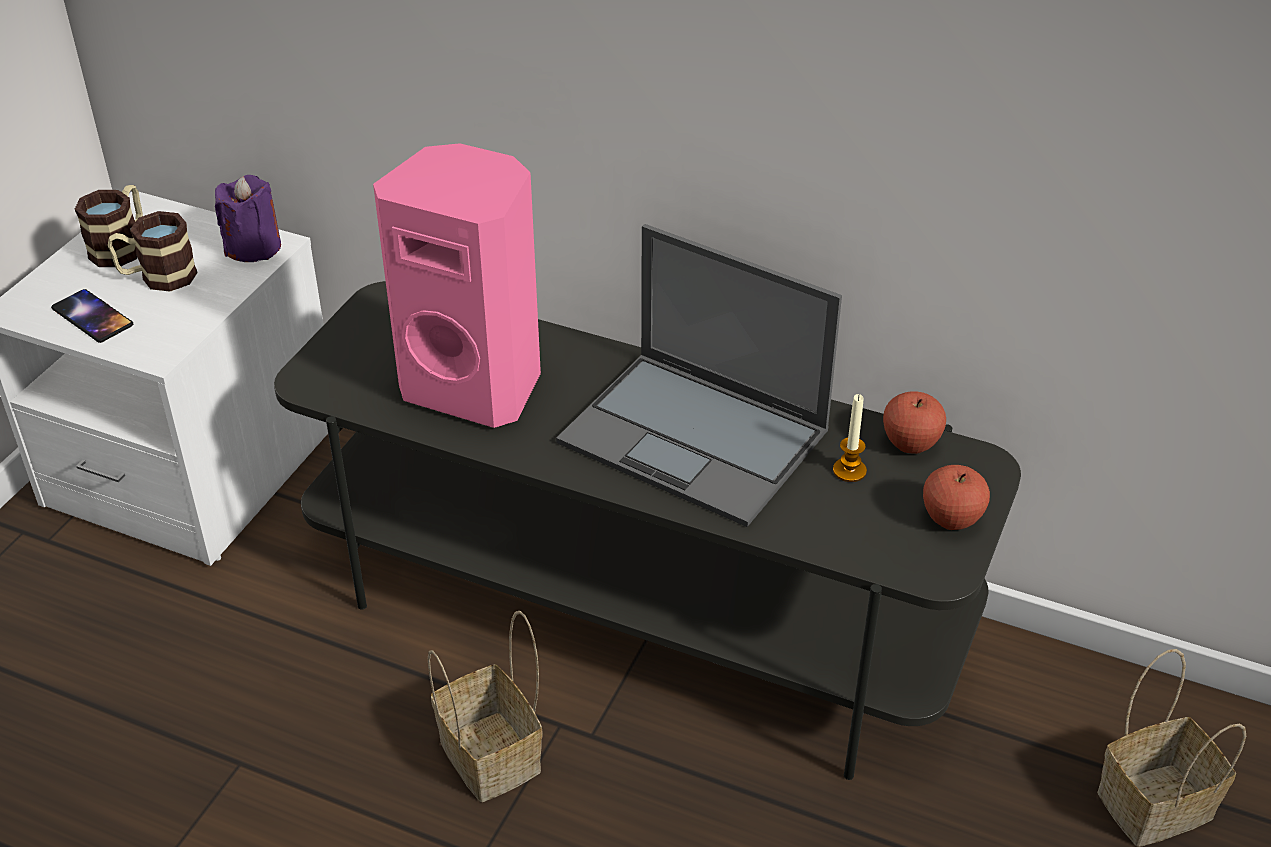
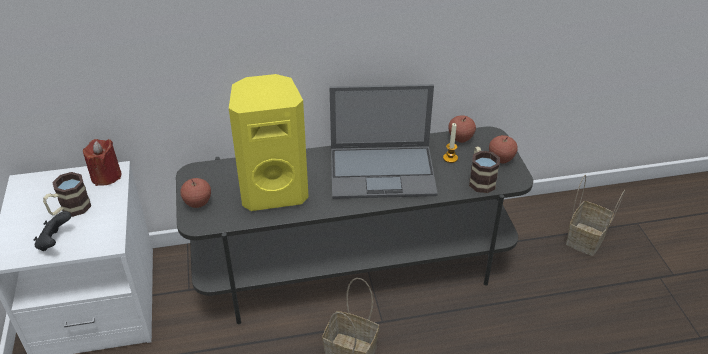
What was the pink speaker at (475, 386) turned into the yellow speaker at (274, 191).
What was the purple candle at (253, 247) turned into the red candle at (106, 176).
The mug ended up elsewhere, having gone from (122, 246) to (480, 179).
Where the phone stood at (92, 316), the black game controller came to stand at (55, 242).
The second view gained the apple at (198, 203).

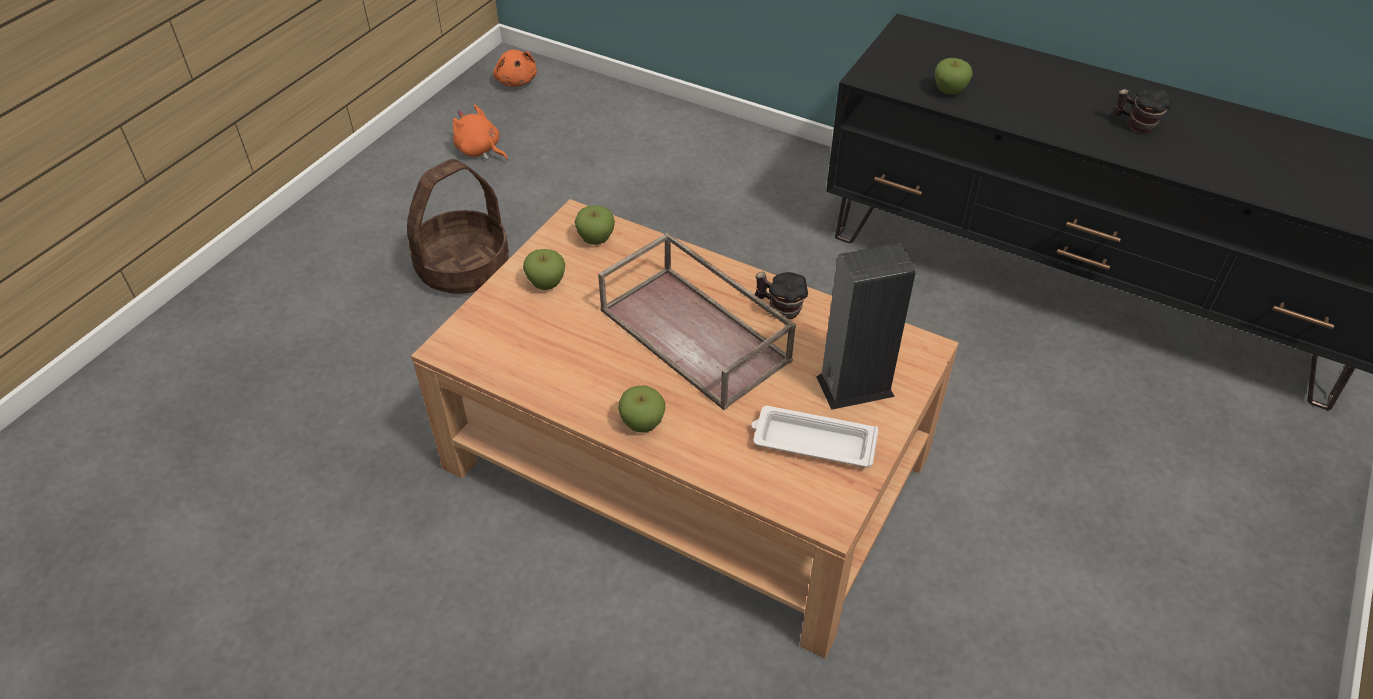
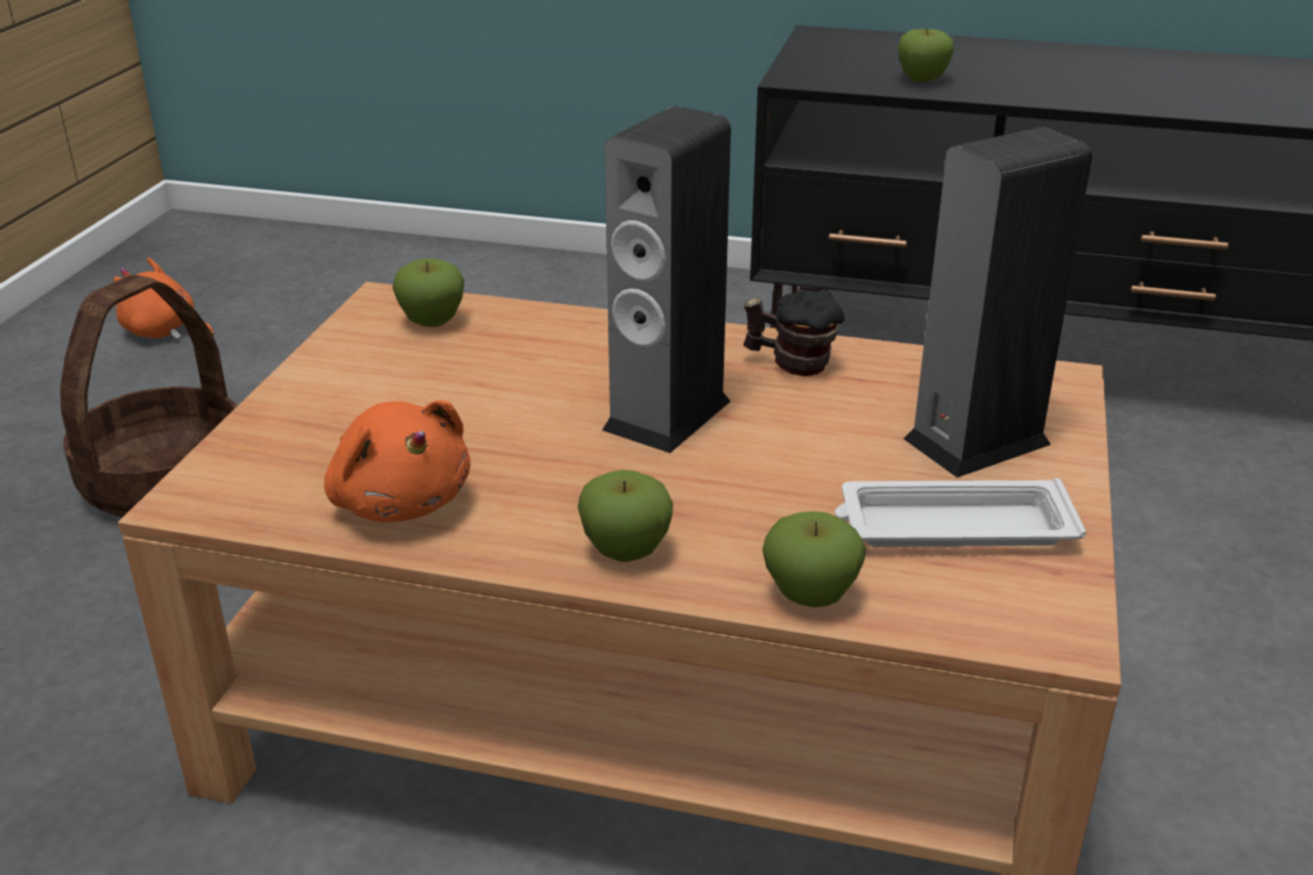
The orange plush toy ended up elsewhere, having gone from (516, 80) to (399, 501).
The second view lost the mug at (1135, 124).
Where the brown tray stood at (697, 335), the speaker came to stand at (667, 415).
The apple ended up elsewhere, having gone from (546, 284) to (810, 596).

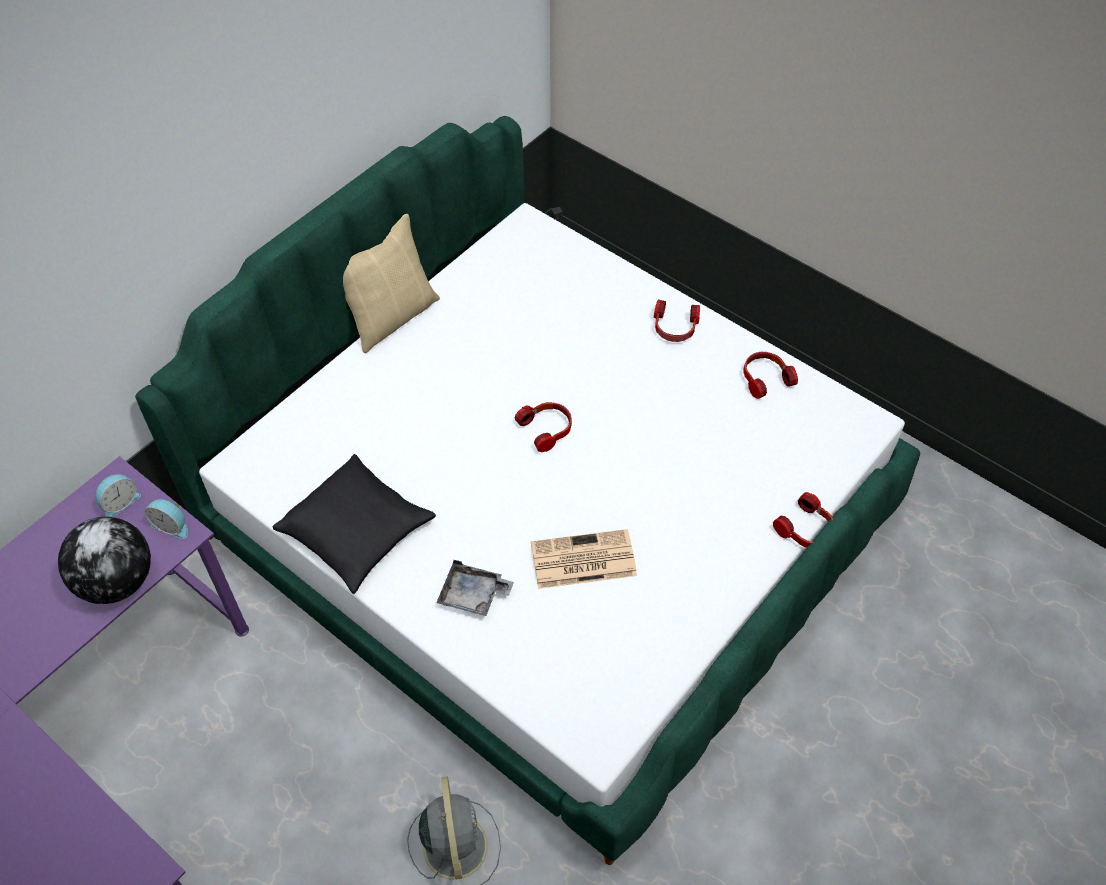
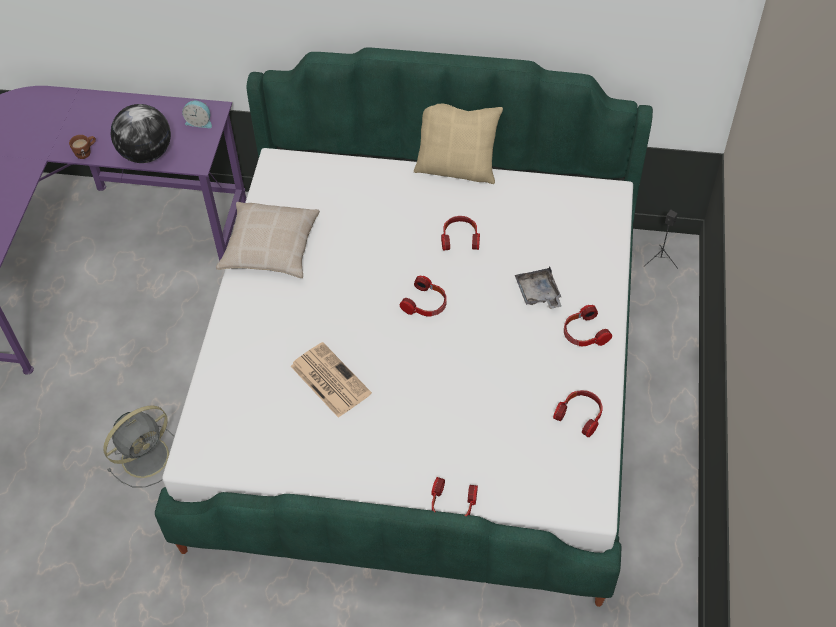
What was the black pillow at (356, 531) turned into the beige pillow at (270, 247).
The second view lost the alarm clock at (172, 525).
The grey tray ended up elsewhere, having gone from (473, 595) to (538, 293).
The second view gained the brown mug at (86, 152).
The second view gained the headphones at (460, 238).

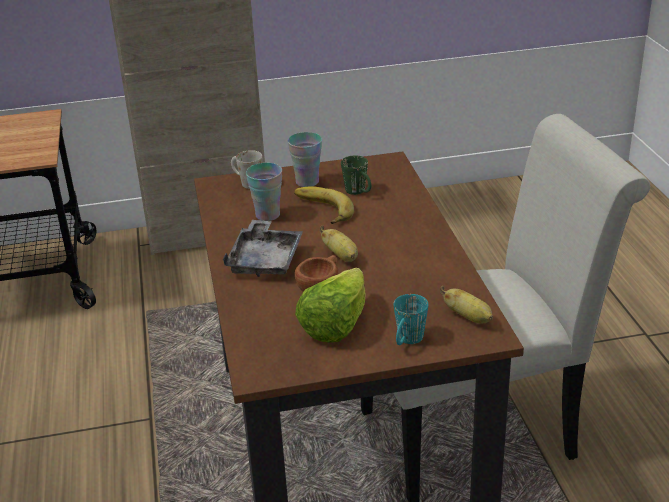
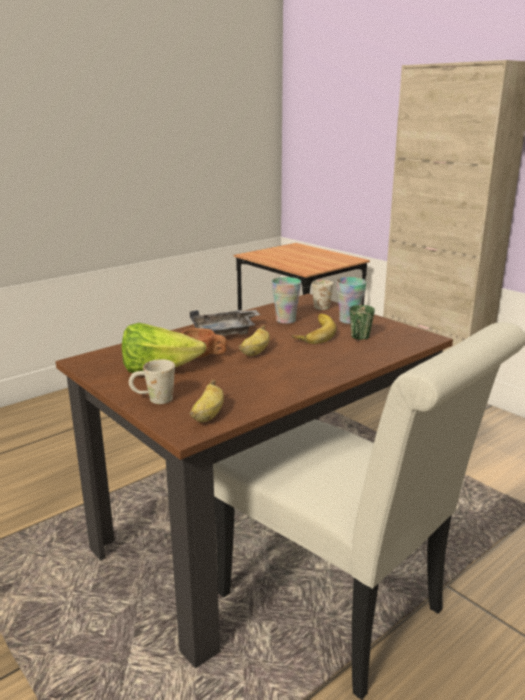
What was the turquoise mug at (407, 341) turned into the white mug at (153, 399).

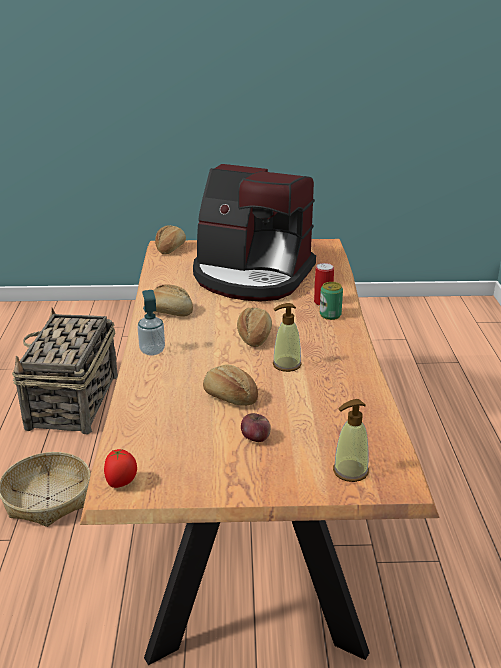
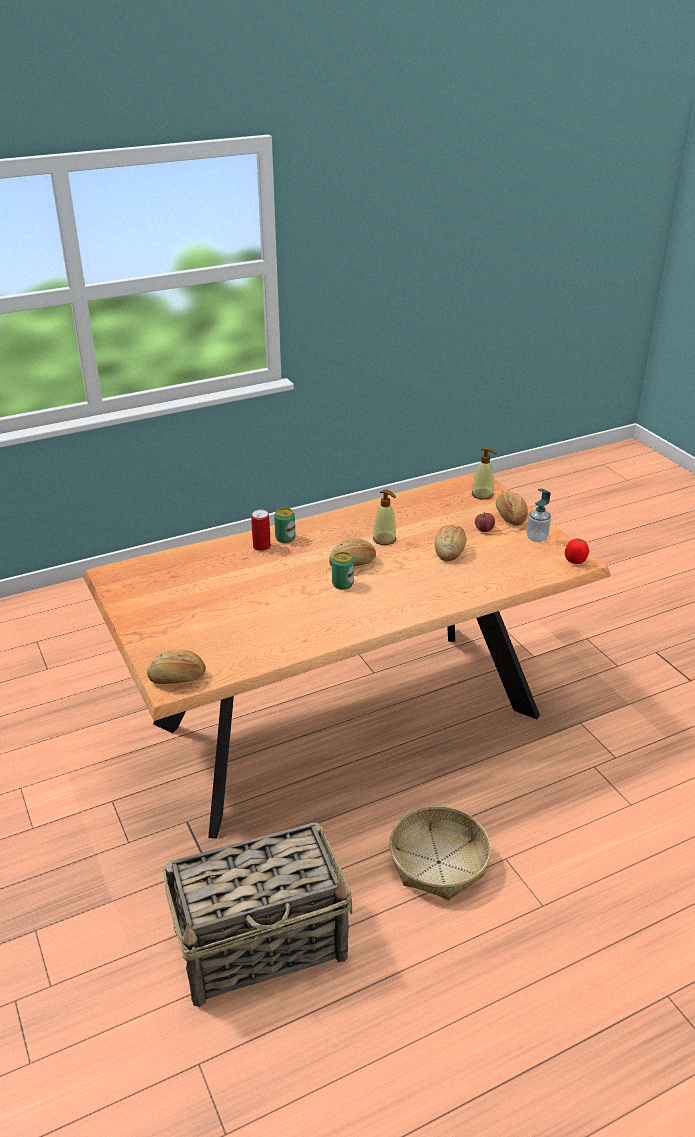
The second view lost the coffee machine at (252, 276).
The bread ended up elsewhere, having gone from (169, 312) to (510, 517).
The soap dispenser ended up elsewhere, having gone from (152, 351) to (537, 538).
The second view gained the can at (342, 584).

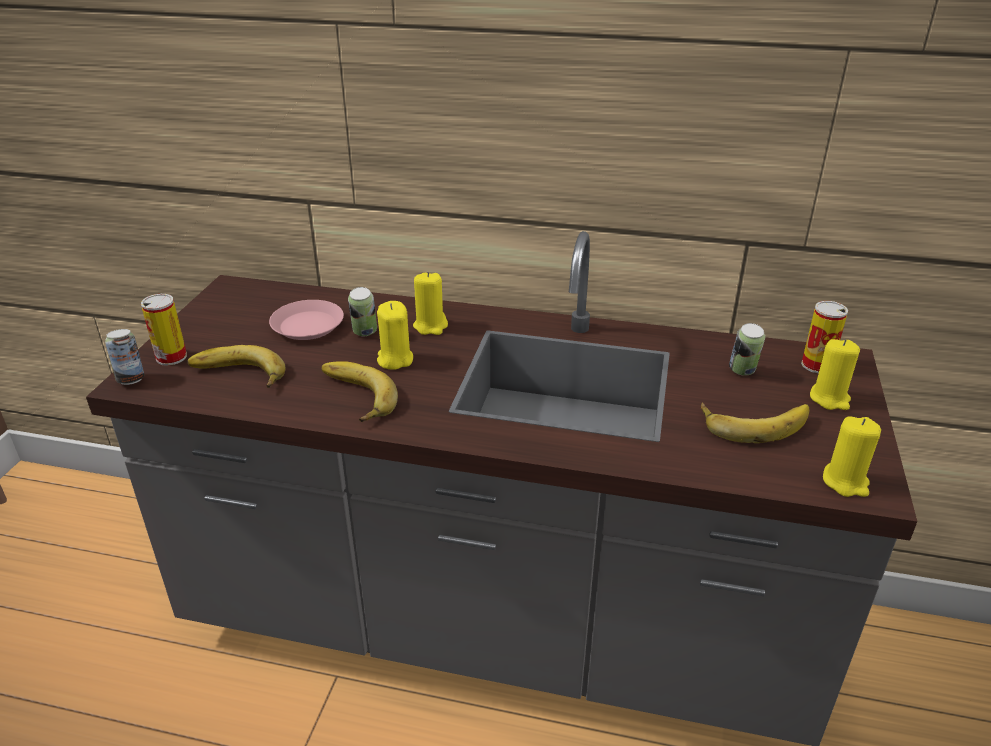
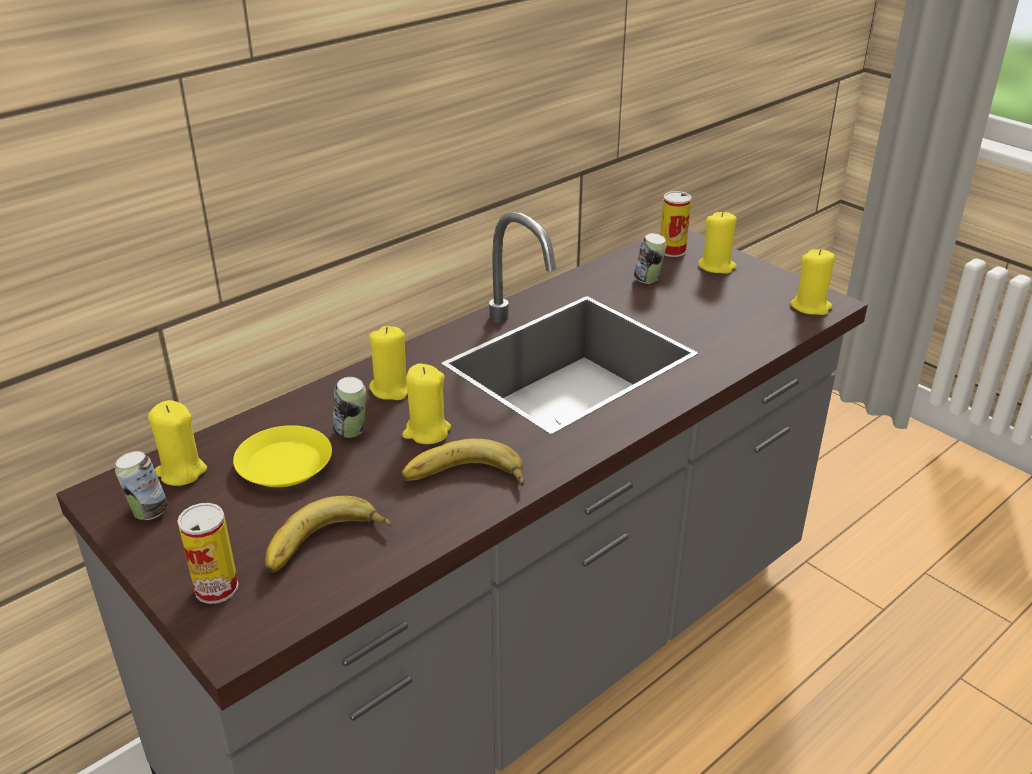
What was the pink plate at (308, 325) turned into the yellow plate at (284, 464).
The can ended up elsewhere, having gone from (131, 379) to (148, 512).
The second view lost the banana at (753, 421).
The second view gained the yellow candle at (181, 471).

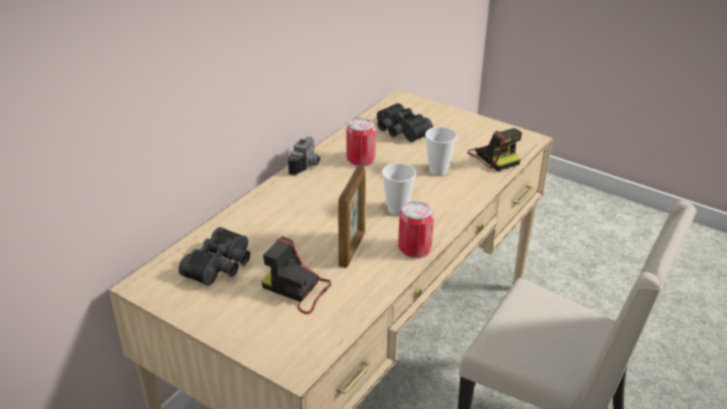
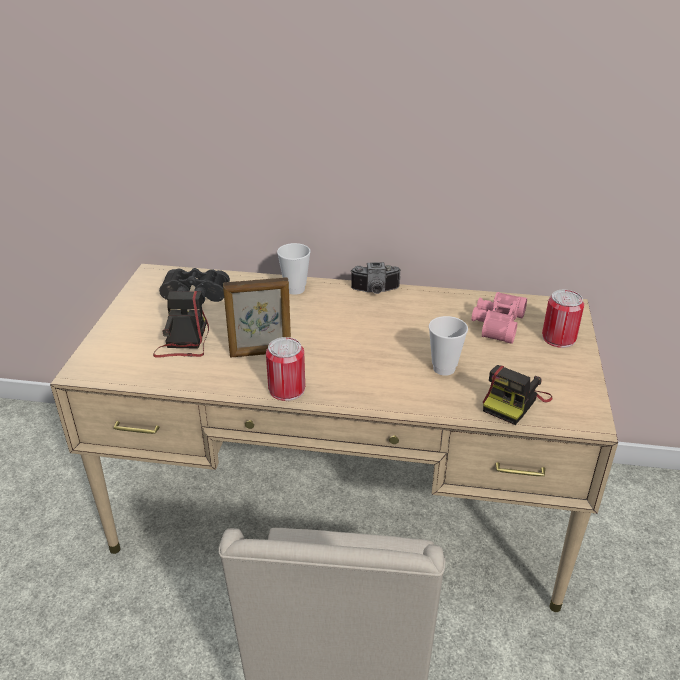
What was the black binoculars at (399, 131) turned into the pink binoculars at (496, 324).
The can ended up elsewhere, having gone from (360, 159) to (558, 338).
The cup ended up elsewhere, having gone from (397, 209) to (295, 289).

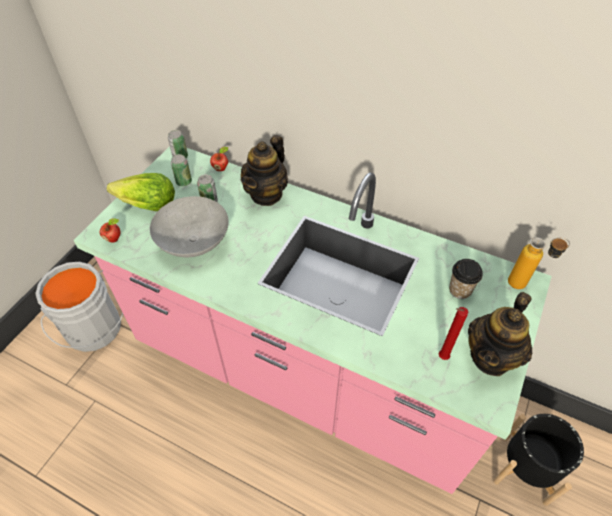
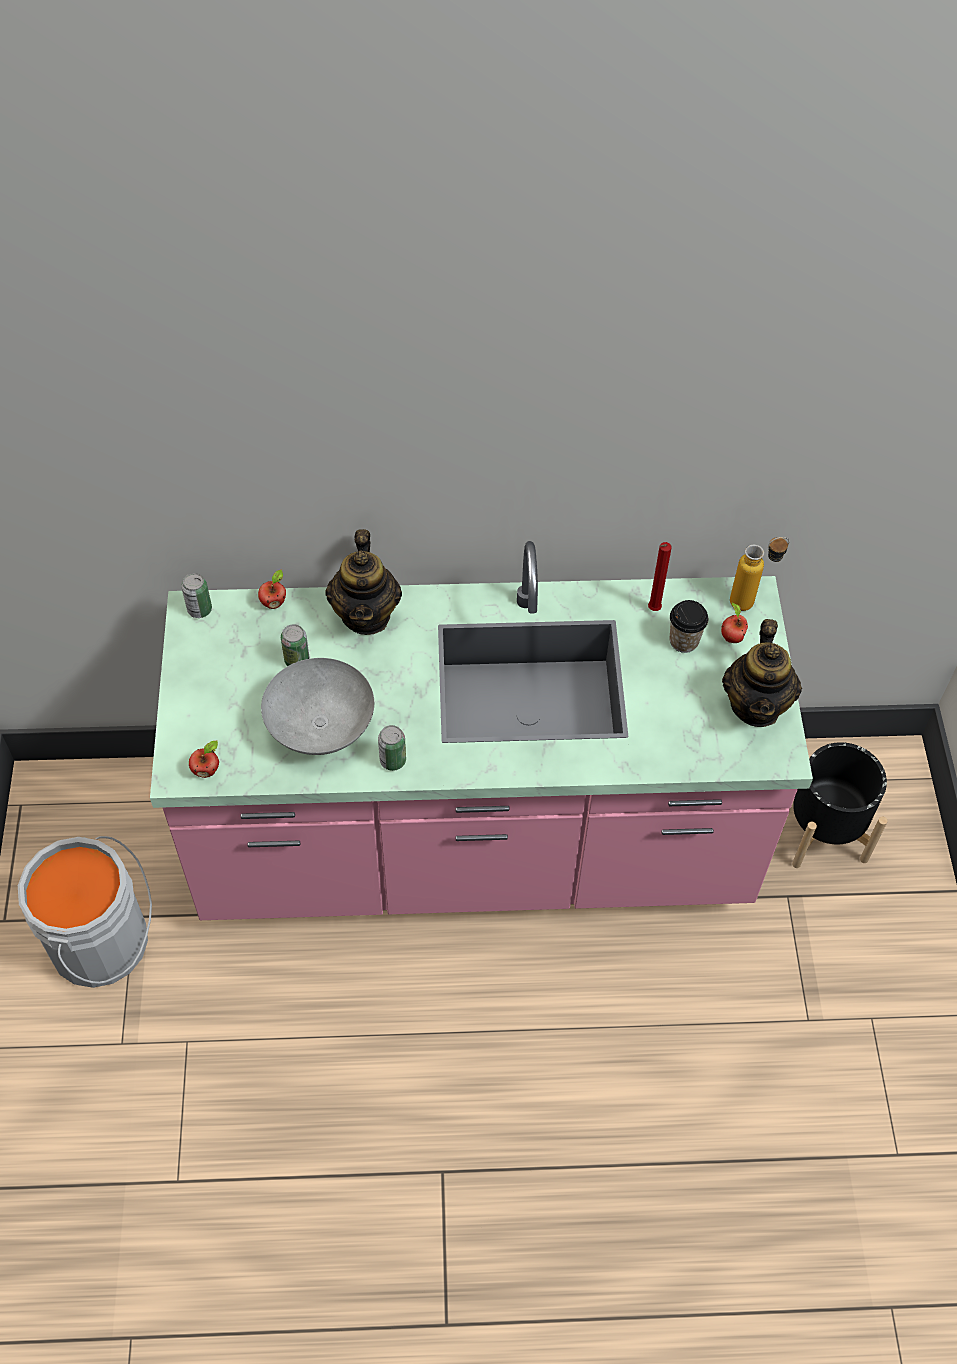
The can ended up elsewhere, having gone from (184, 182) to (393, 760).
The second view lost the lettuce at (147, 205).
The red candle ended up elsewhere, having gone from (441, 357) to (652, 610).
The second view gained the apple at (731, 637).

